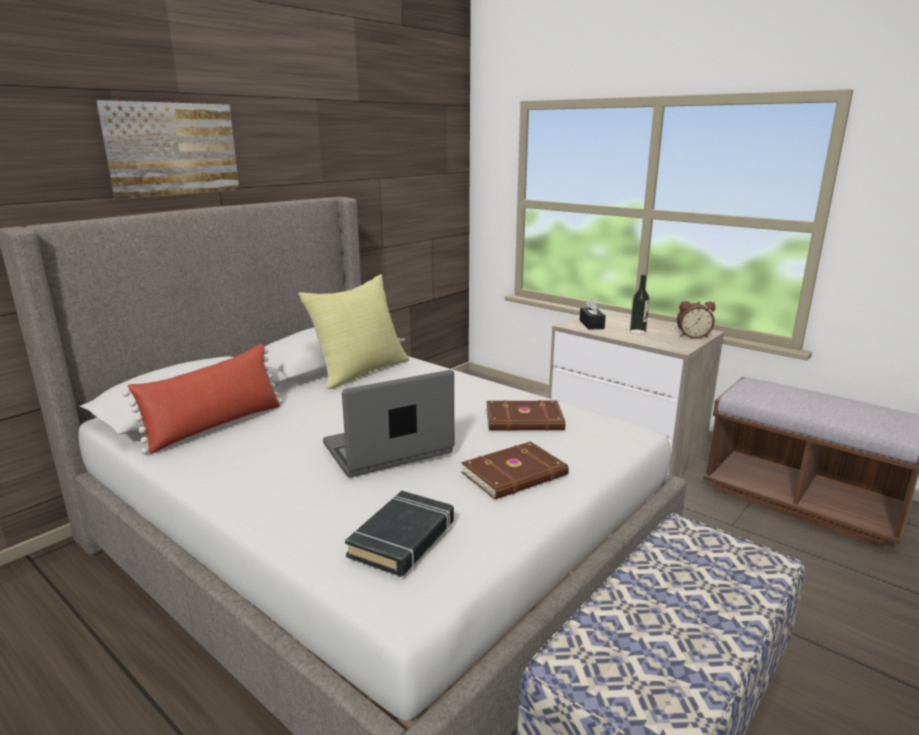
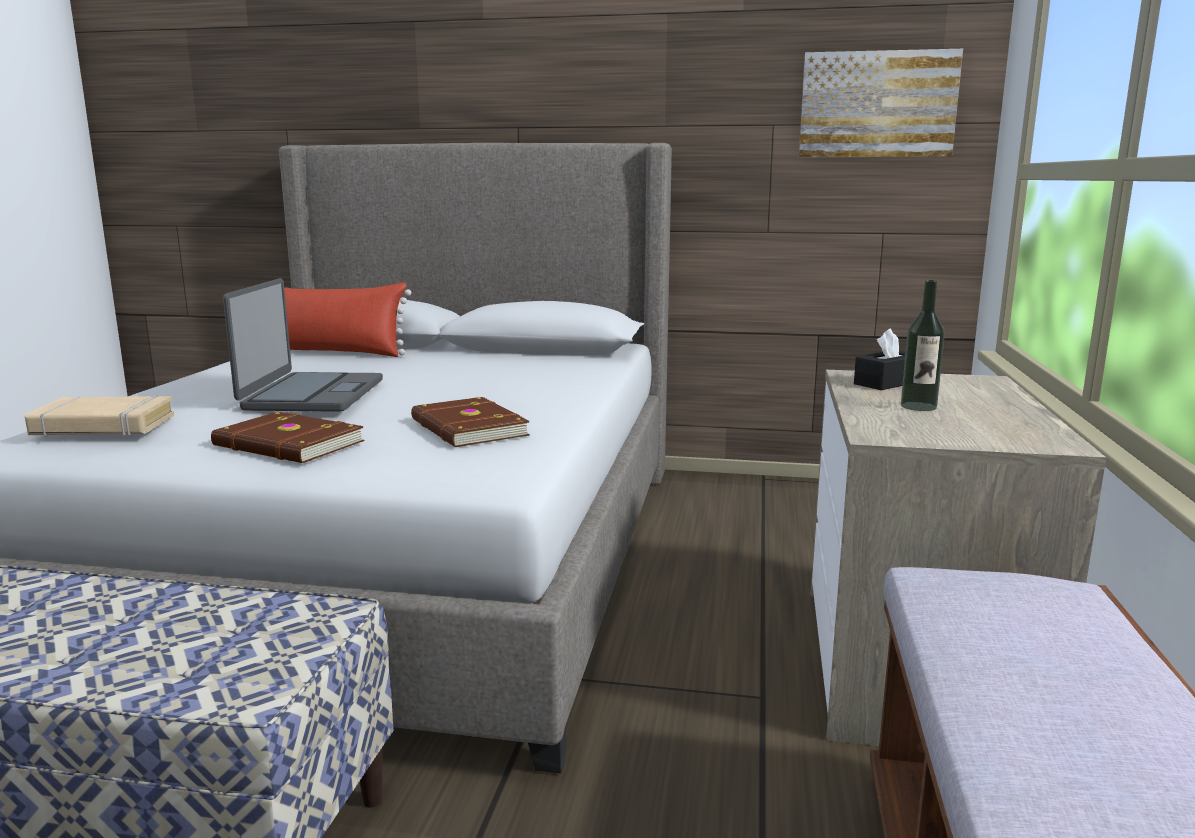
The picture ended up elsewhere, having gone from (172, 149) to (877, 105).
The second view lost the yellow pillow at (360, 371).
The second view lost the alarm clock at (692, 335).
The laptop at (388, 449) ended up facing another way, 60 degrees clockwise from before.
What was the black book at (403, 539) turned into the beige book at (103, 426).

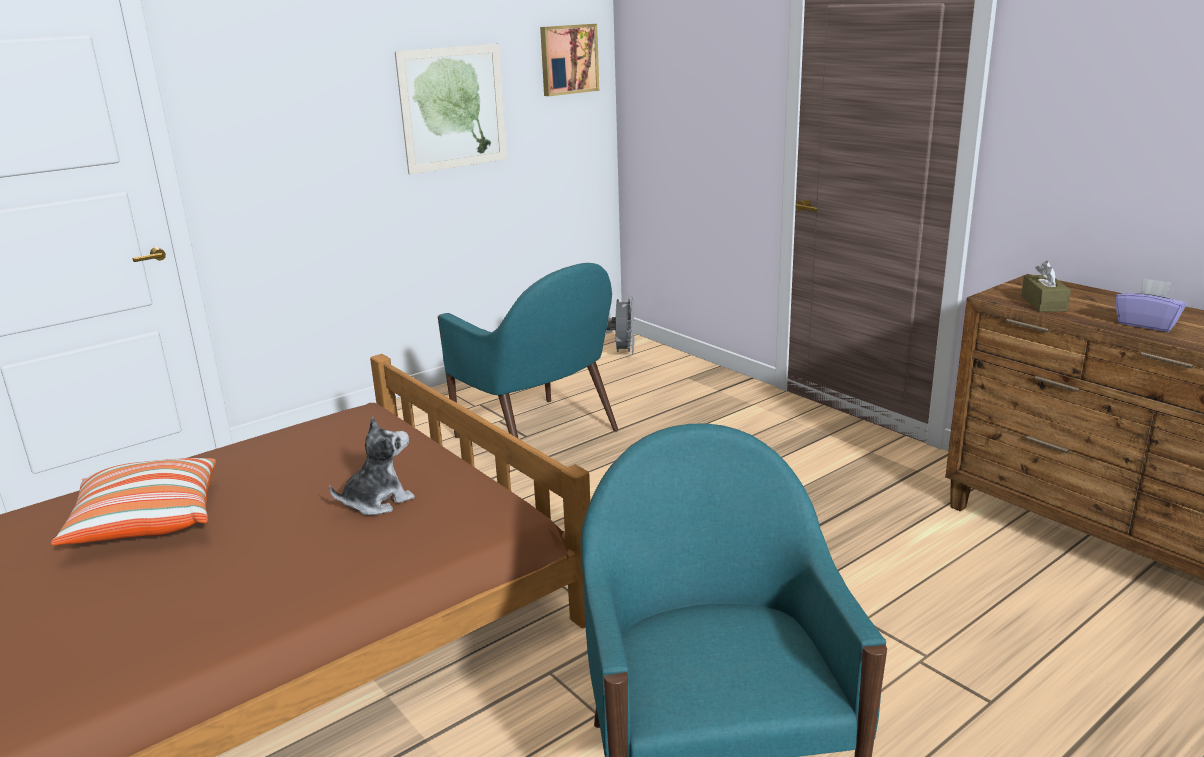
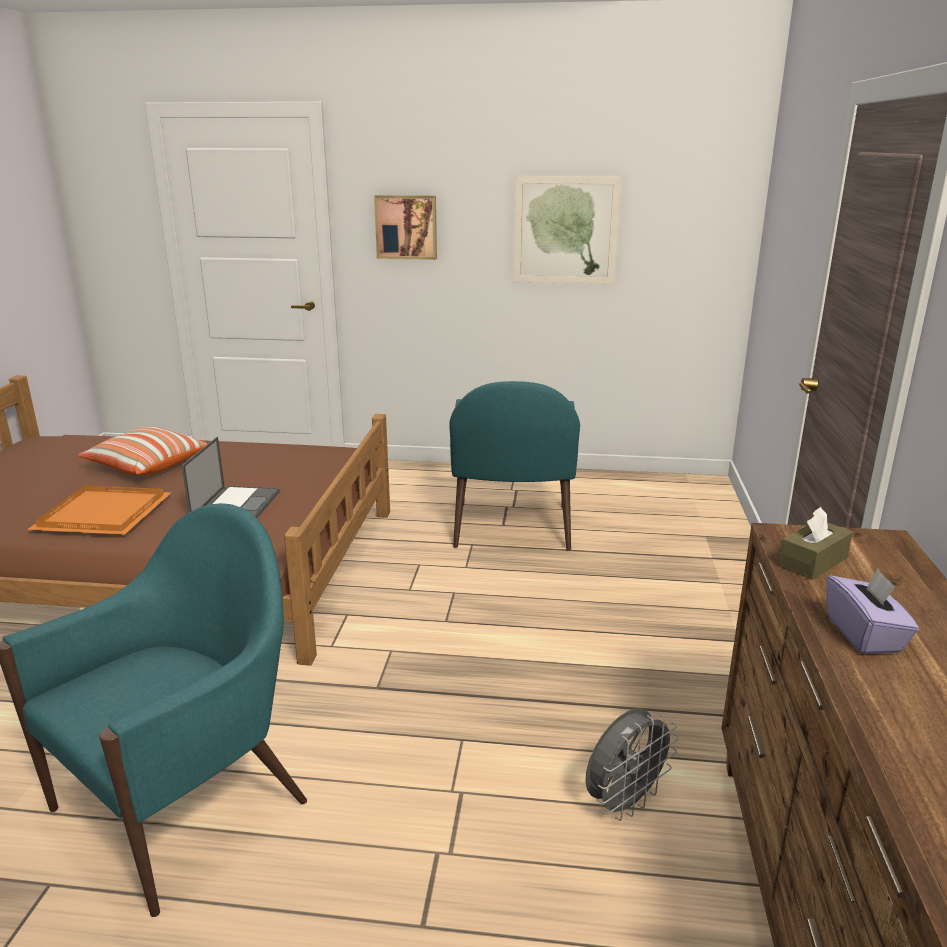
The picture ended up elsewhere, having gone from (568, 59) to (406, 227).
The grey fan ended up elsewhere, having gone from (623, 353) to (624, 802).
Where the plush toy stood at (377, 501), the laptop came to stand at (236, 505).
The second view gained the orange tray at (103, 513).

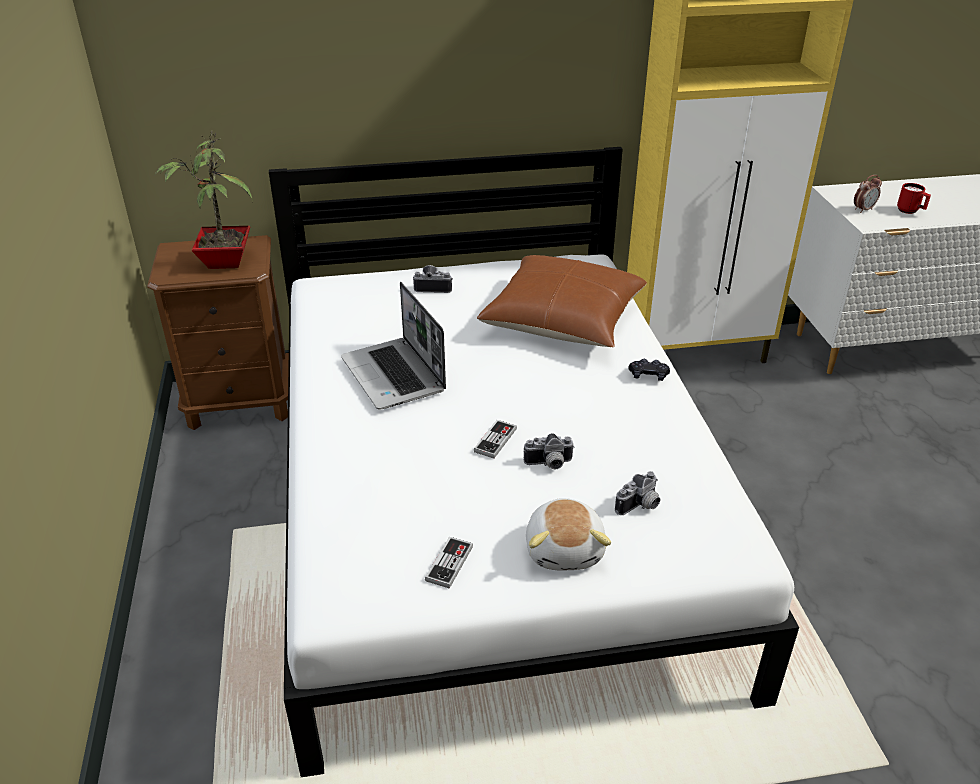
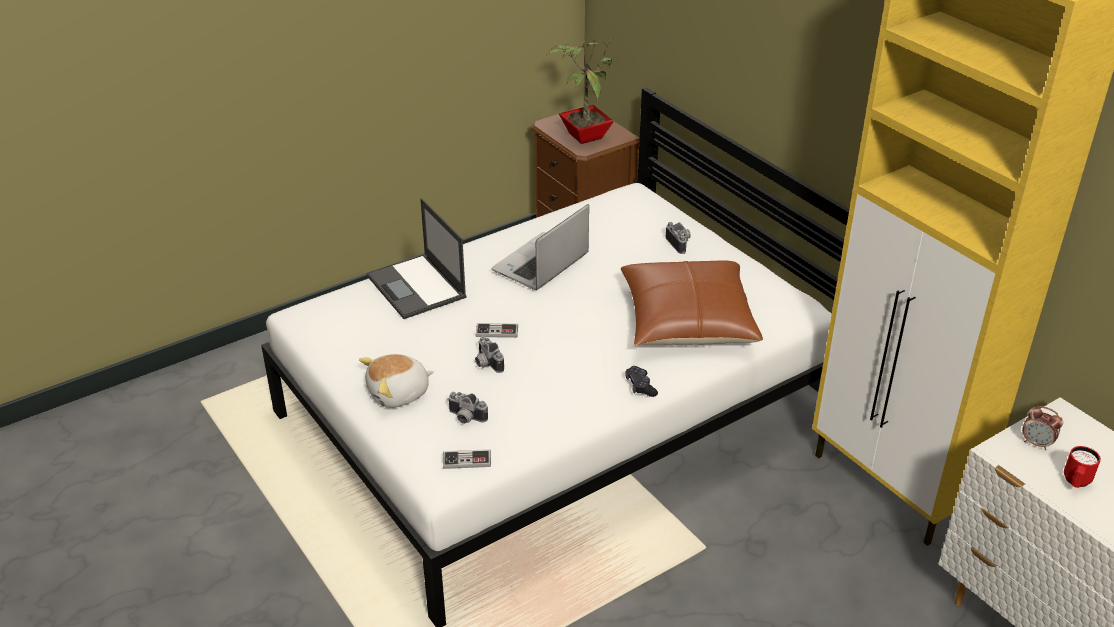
The game controller ended up elsewhere, having gone from (449, 563) to (467, 460).
The second view gained the laptop at (417, 287).

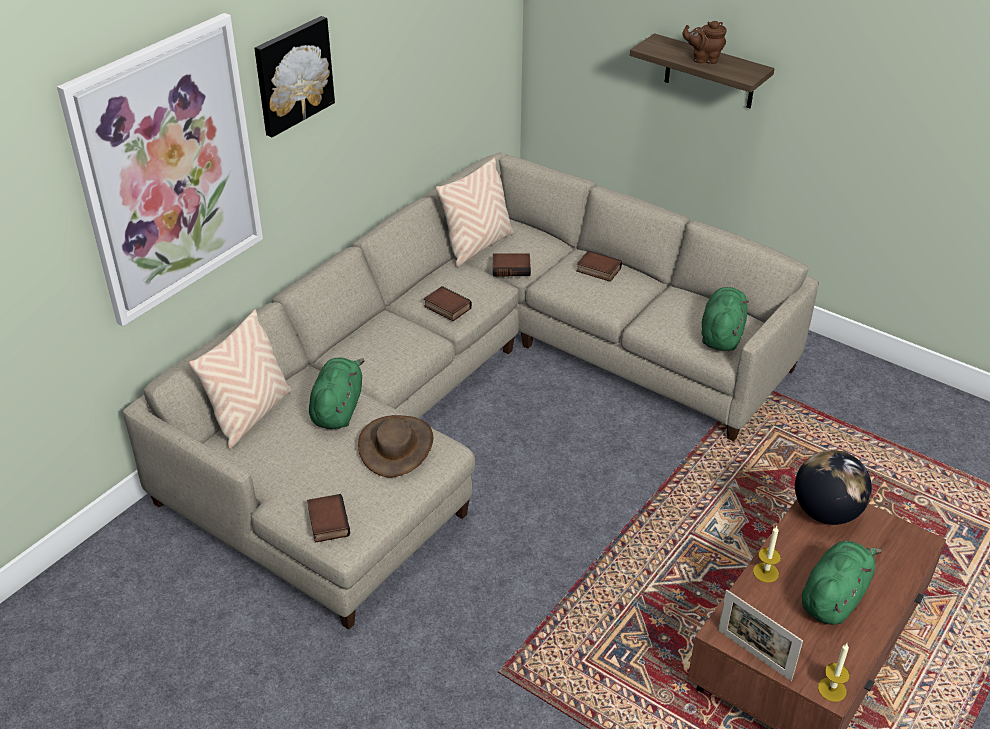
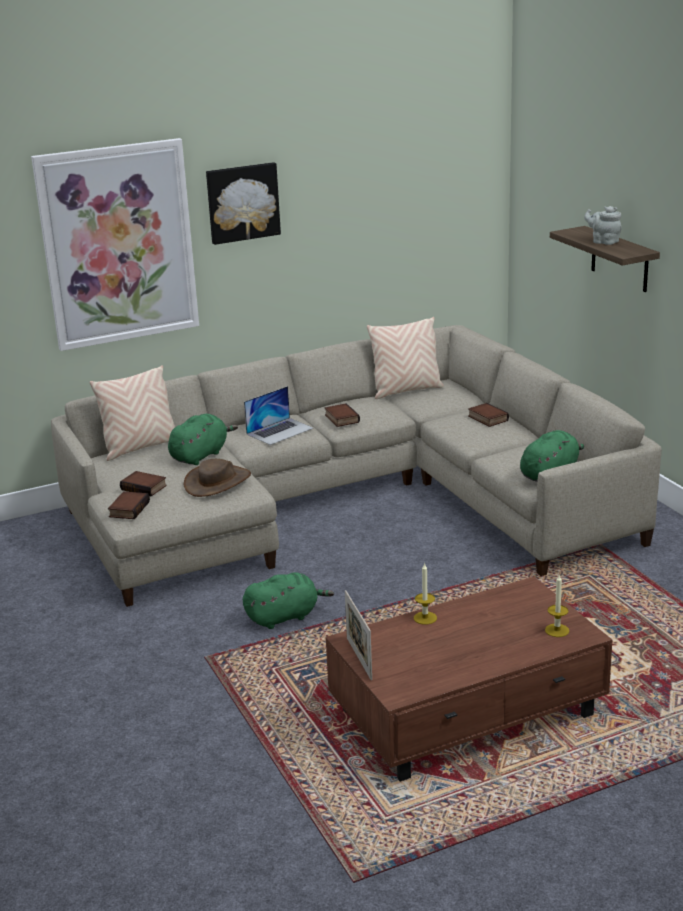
What was the brown teapot at (703, 59) turned into the grey teapot at (603, 242).
The book ended up elsewhere, having gone from (512, 268) to (145, 487).
The second view lost the globe at (826, 513).
The green plush toy ended up elsewhere, having gone from (834, 597) to (285, 617).
The candle ended up elsewhere, having gone from (832, 689) to (557, 630).
The second view gained the laptop at (280, 431).

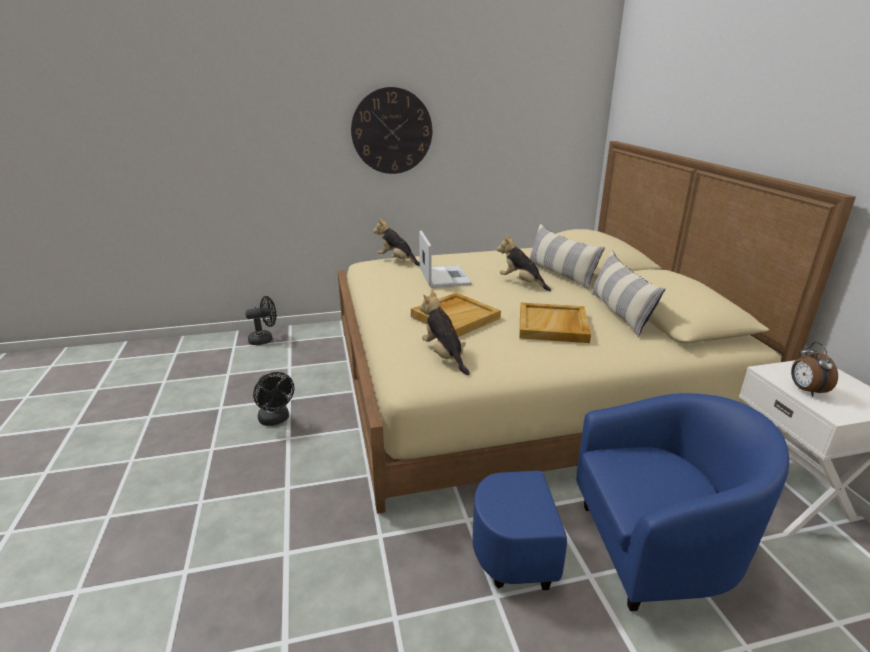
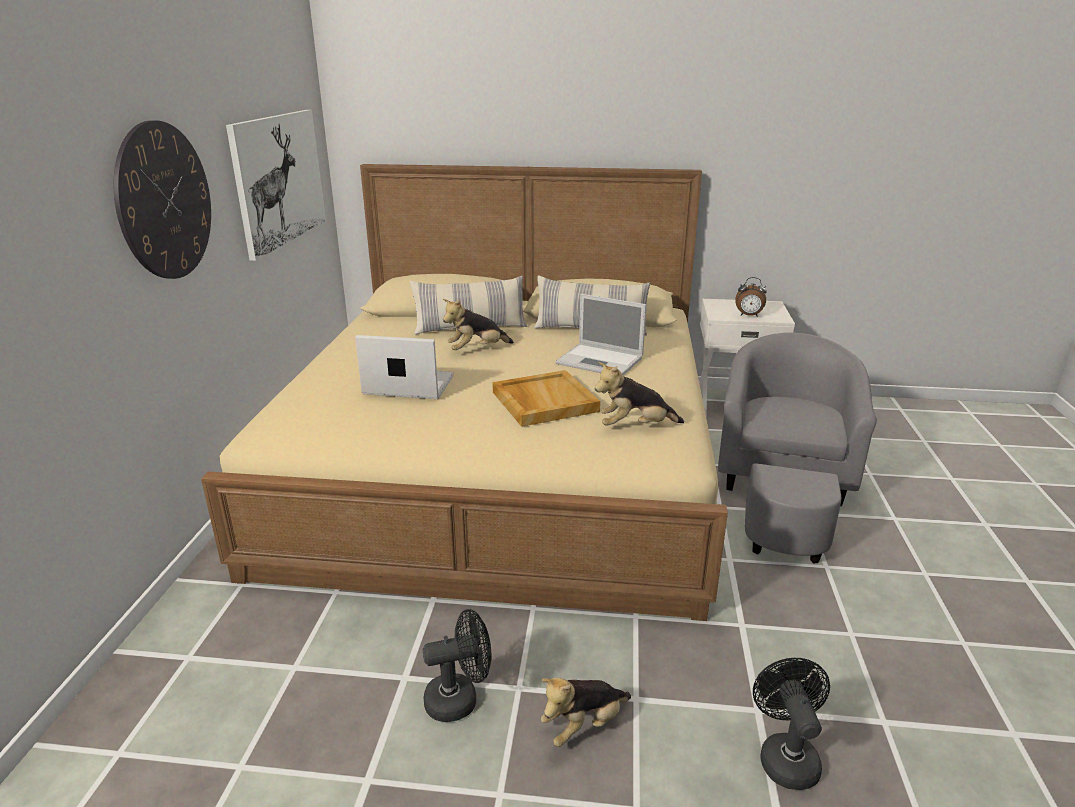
The plush toy ended up elsewhere, having gone from (397, 261) to (584, 725).
The black fan ended up elsewhere, having gone from (265, 339) to (785, 756).
Where the beige tray stood at (553, 326), the laptop came to stand at (601, 361).
What was the blue armchair at (622, 552) turned into the grey armchair at (783, 490).
The second view gained the picture at (279, 179).

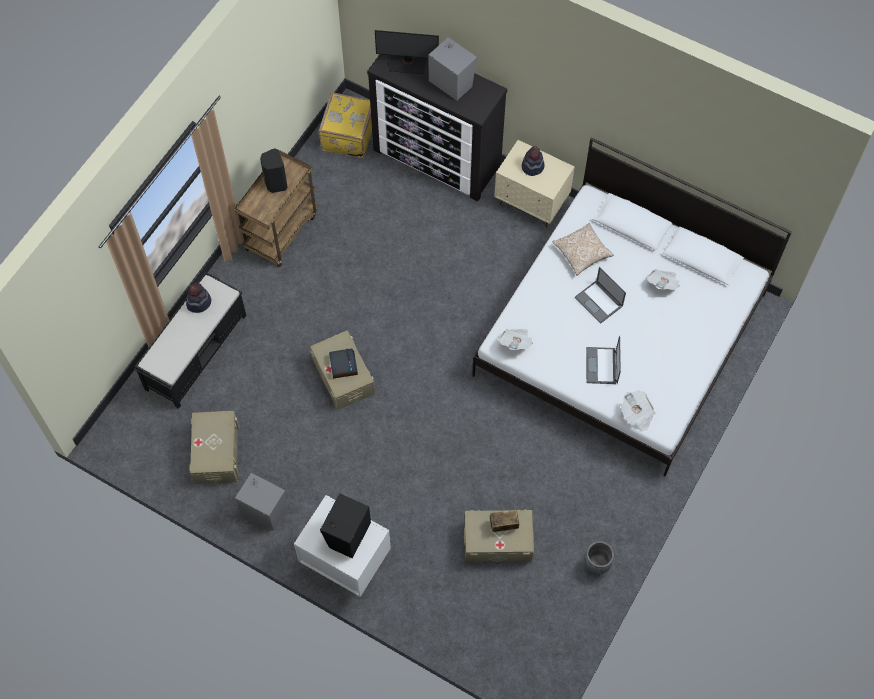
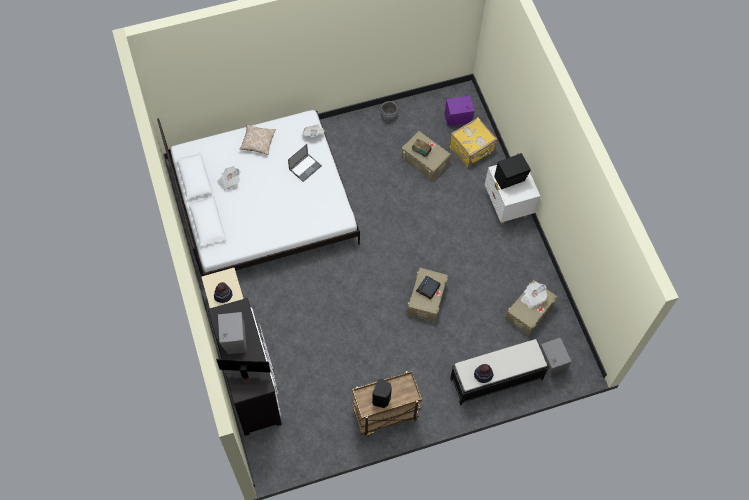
The monitor at (407, 62) ended up facing another way, 45 degrees counterclockwise from before.
The yellow suitcase ended up elsewhere, having gone from (347, 136) to (472, 150).
The pillow ended up elsewhere, having gone from (582, 253) to (258, 142).
The second view lost the laptop at (599, 302).
The newspaper ended up elsewhere, having gone from (516, 343) to (532, 297).
The grey speaker ended up elsewhere, having gone from (263, 509) to (551, 363).
The second view gained the purple speaker at (458, 119).

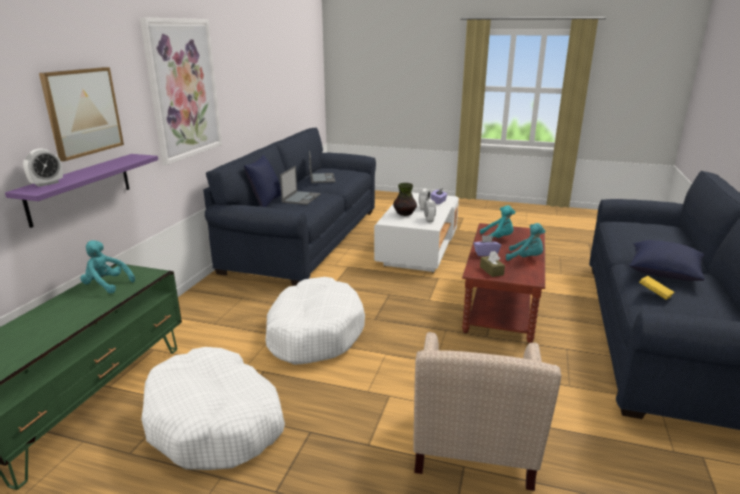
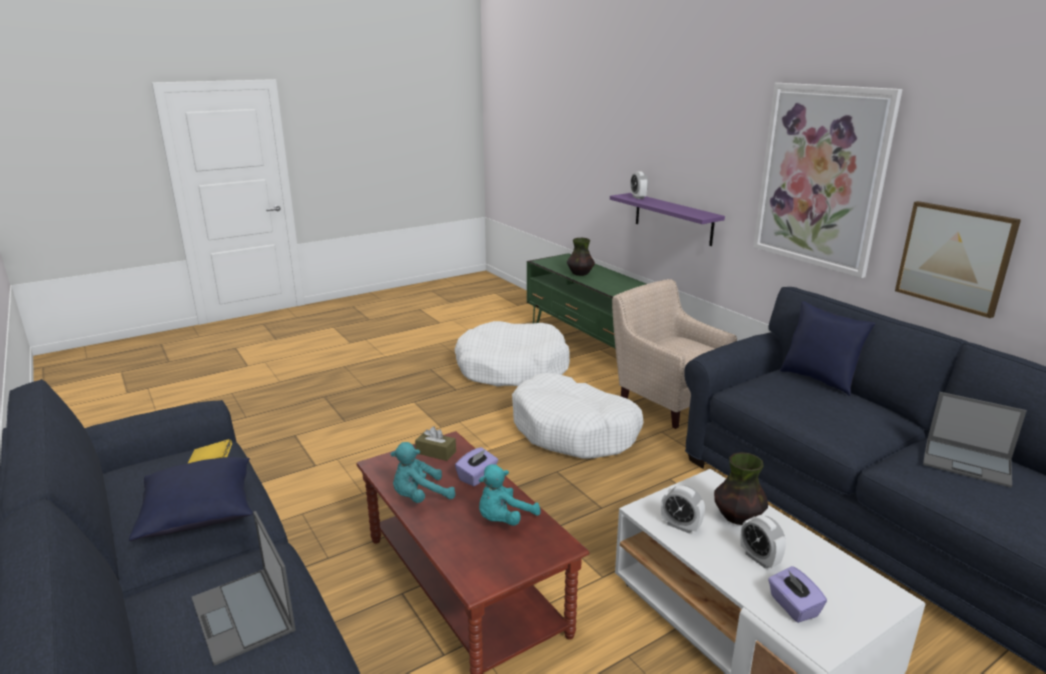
The picture ended up elsewhere, having gone from (83, 112) to (954, 257).
The laptop ended up elsewhere, having gone from (301, 198) to (243, 615).
The second view lost the turquoise plush toy at (106, 285).
The beige armchair ended up elsewhere, having gone from (472, 452) to (668, 399).
The second view gained the vase at (580, 274).

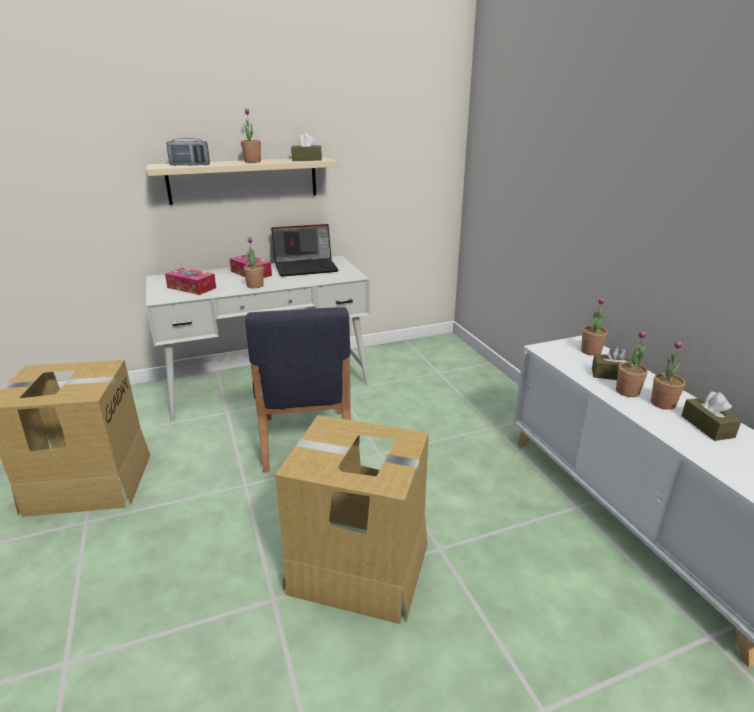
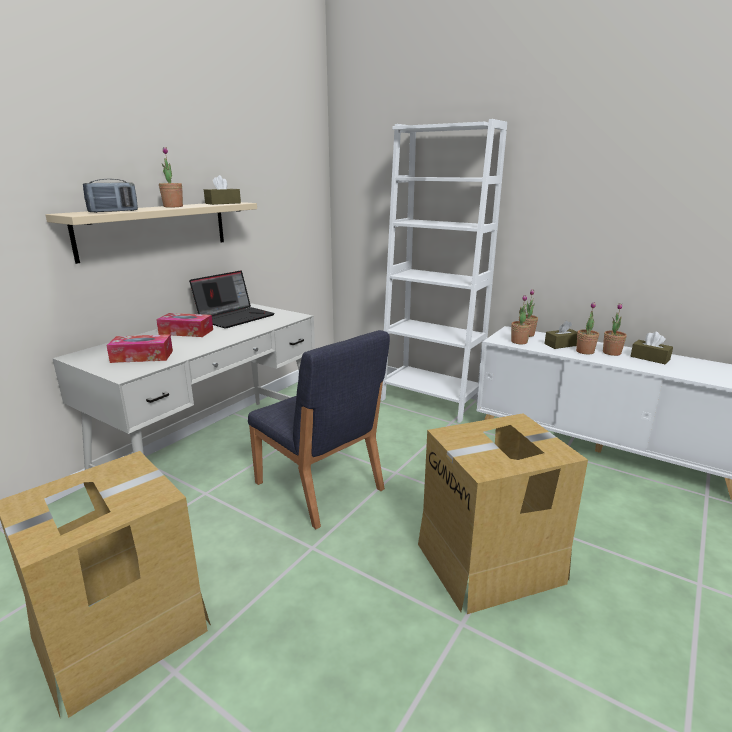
The potted plant ended up elsewhere, having gone from (255, 285) to (519, 342).
The second view gained the white bookcase at (430, 401).

